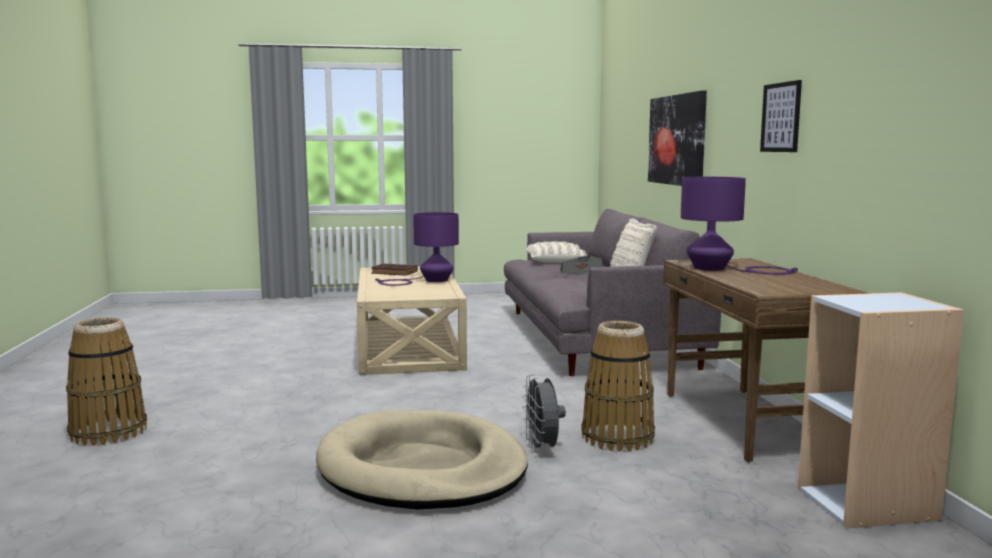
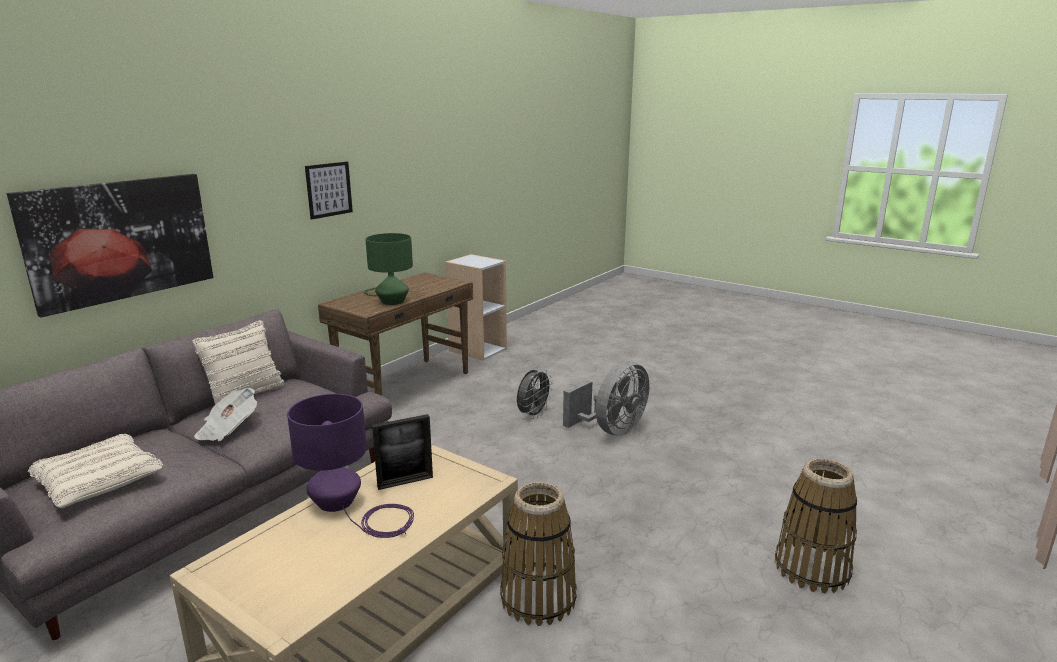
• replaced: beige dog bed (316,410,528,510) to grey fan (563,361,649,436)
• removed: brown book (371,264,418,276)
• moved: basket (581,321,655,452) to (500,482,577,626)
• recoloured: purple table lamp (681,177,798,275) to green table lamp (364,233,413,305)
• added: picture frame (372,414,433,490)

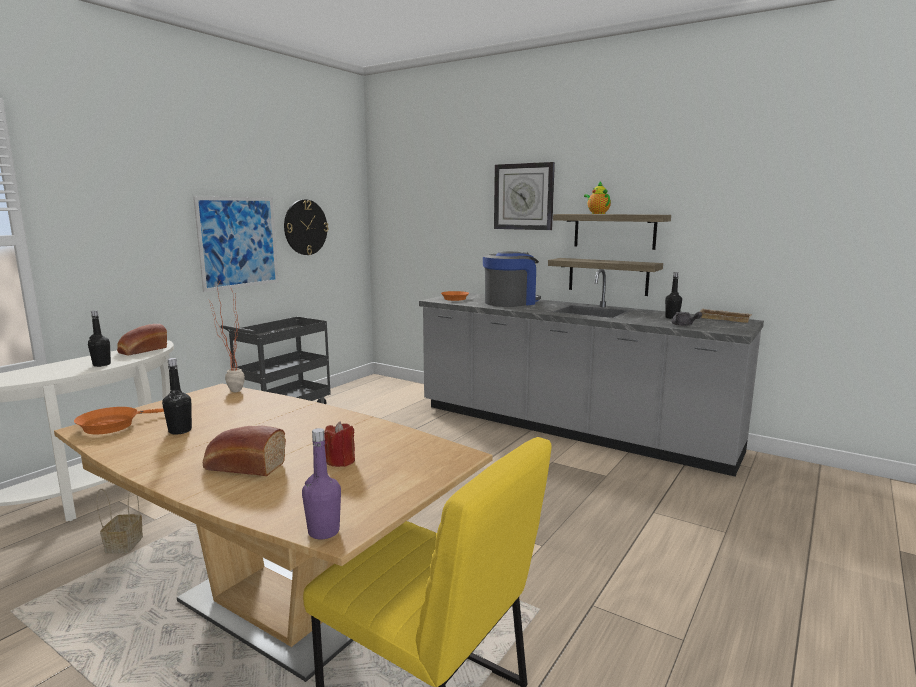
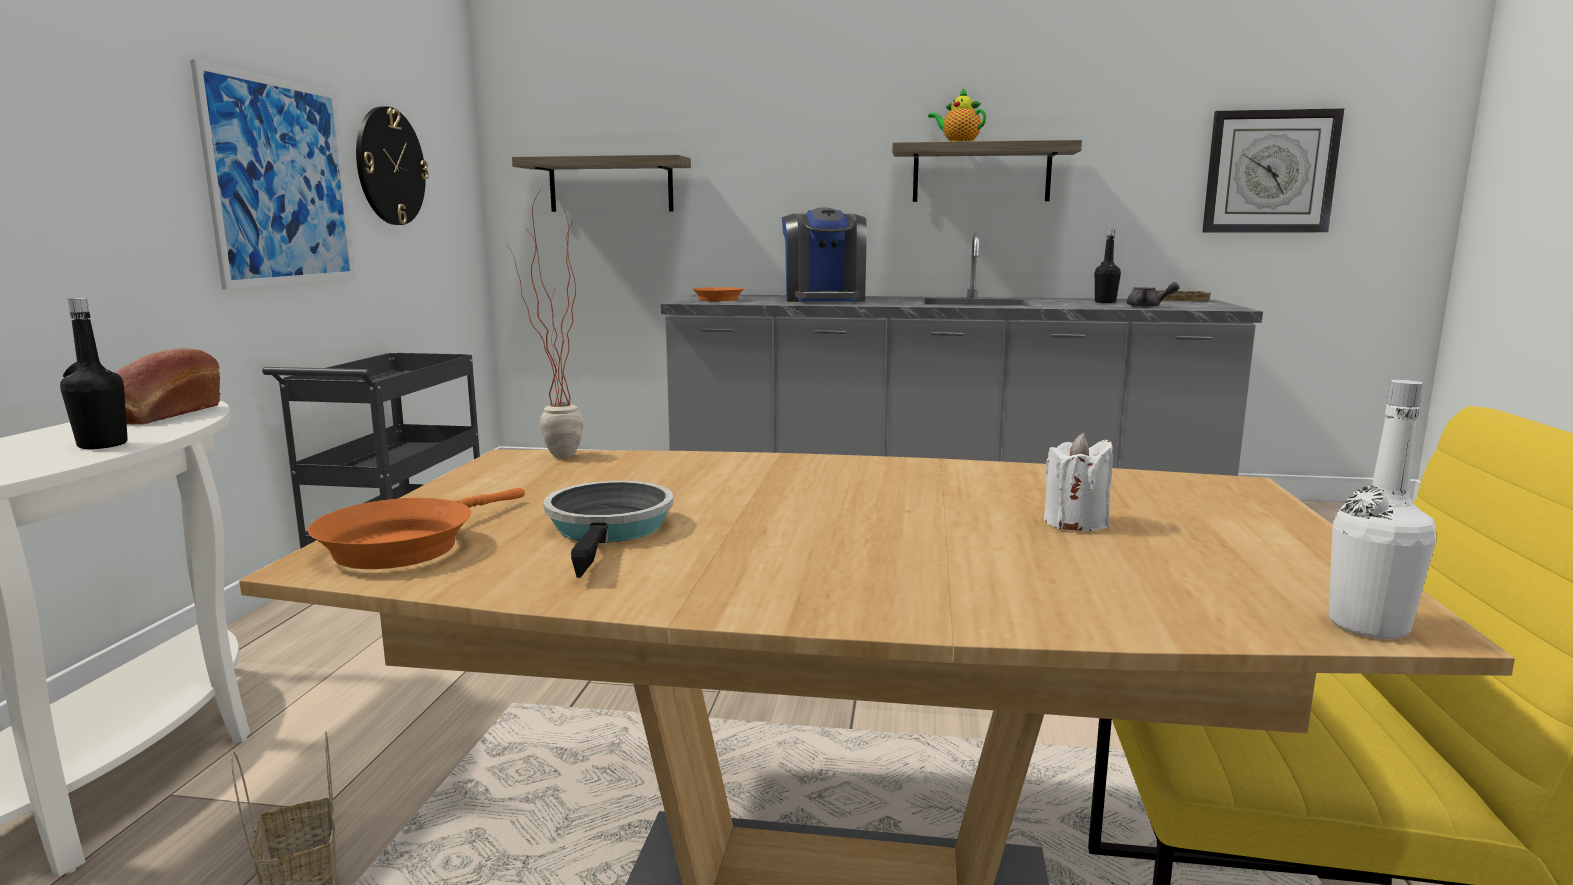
• replaced: black bottle (162,358,192,435) to frying pan (543,481,673,578)
• removed: bread (203,426,286,476)
• recoloured: purple bottle (302,428,341,539) to white bottle (1329,380,1436,639)
• recoloured: red candle (324,421,355,467) to white candle (1044,433,1113,531)
• turned: coffee machine (483,251,541,307) = (782,208,867,302) 150 degrees clockwise
• moved: wall clock (494,162,555,230) to (1202,109,1344,233)
• moved: shelf (548,258,663,296) to (512,155,691,212)

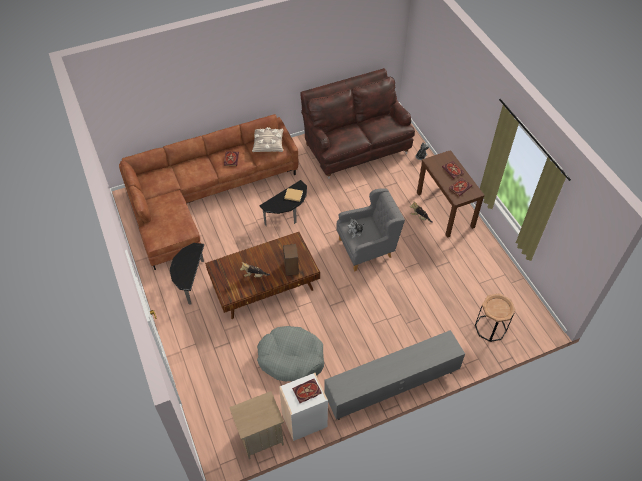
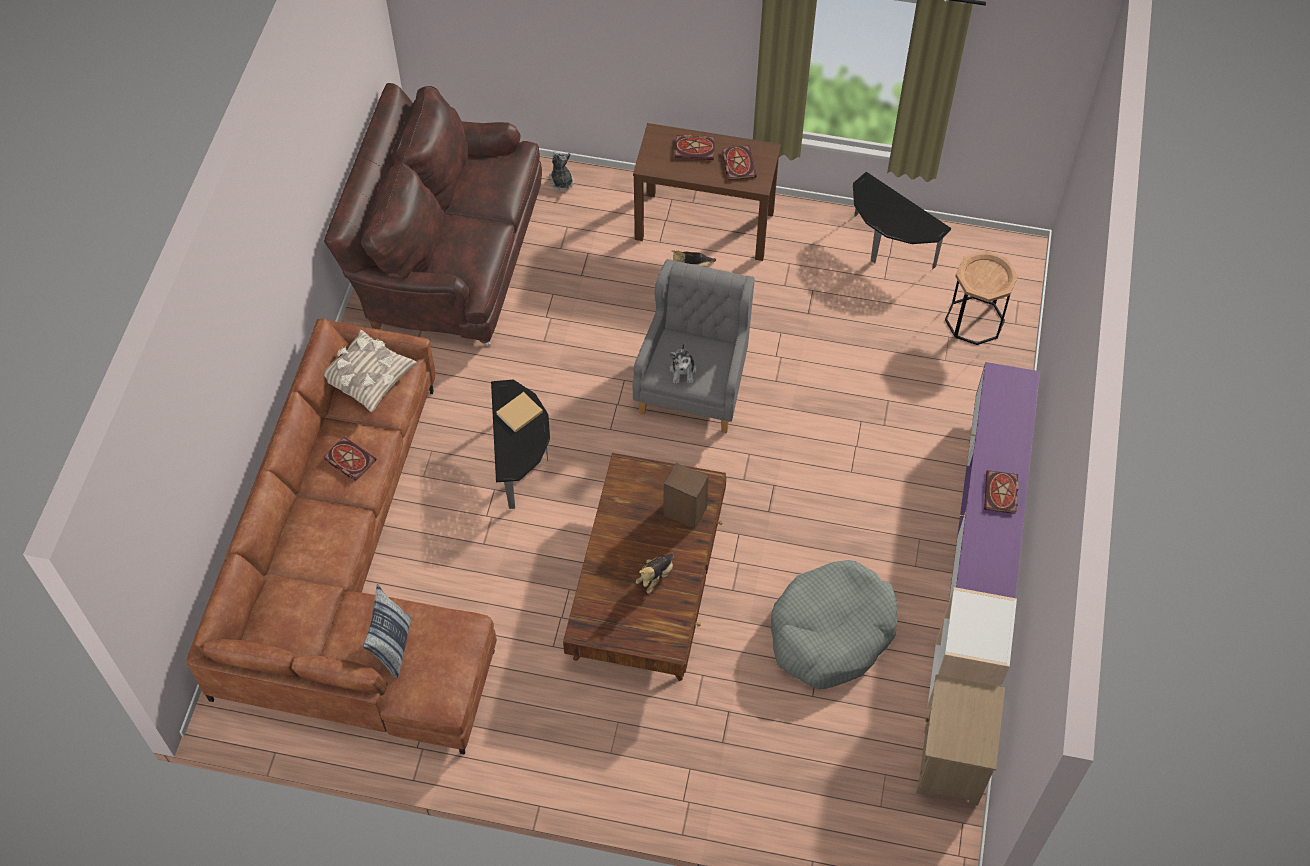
• moved: side table (170,243,204,305) to (853,172,951,270)
• moved: book (292,379,322,403) to (984,470,1019,514)
• recoloured: grey tv stand (324,330,465,420) to purple tv stand (949,362,1040,600)
• added: pillow (363,584,411,678)

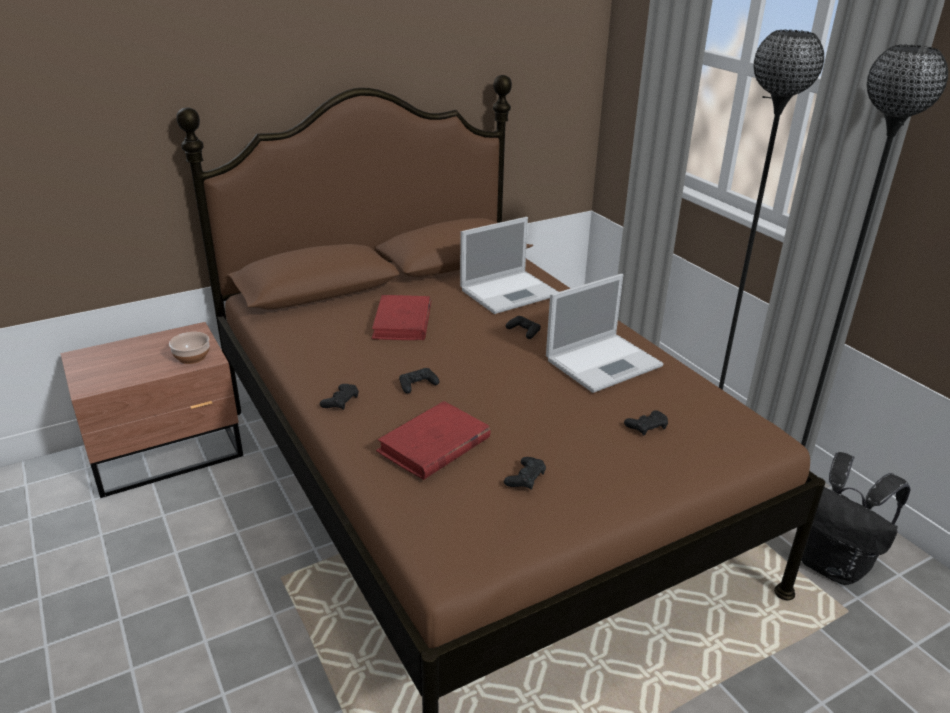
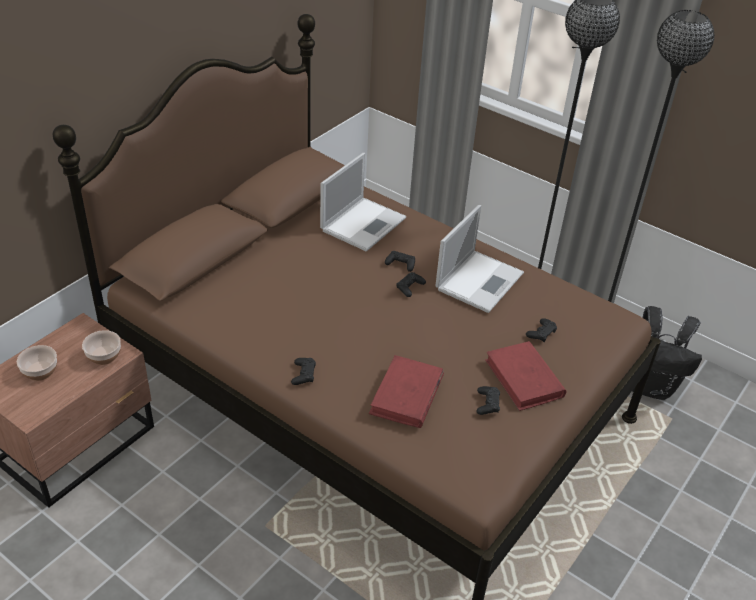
• moved: red book (372,295,431,340) to (485,341,566,411)
• moved: black game controller (399,368,439,394) to (396,272,426,297)
• added: bowl (17,345,57,381)

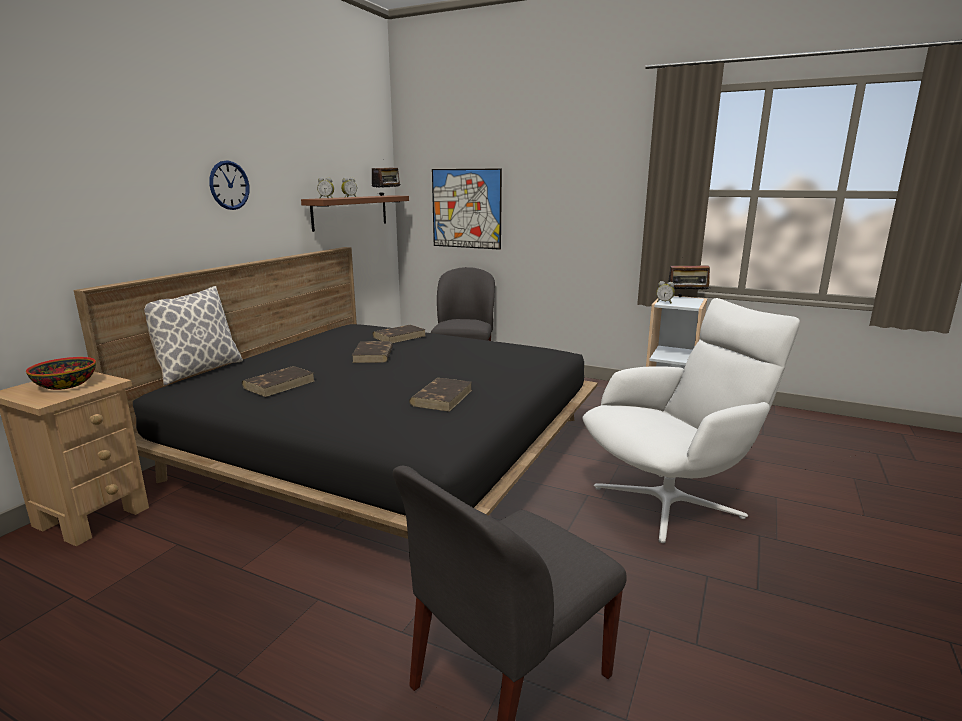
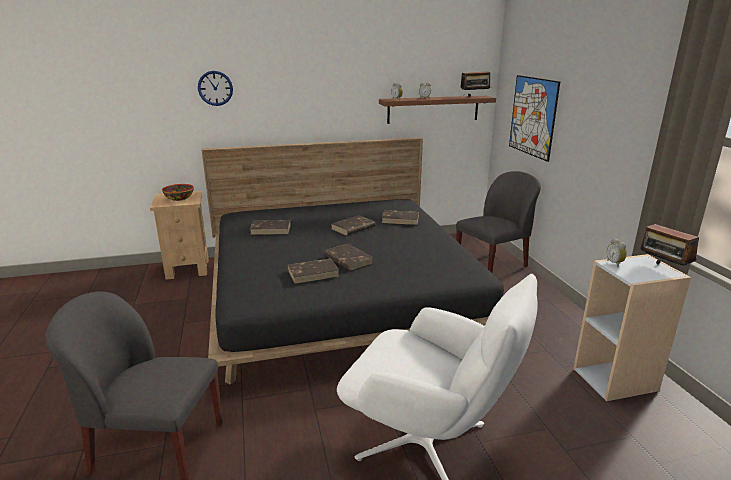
• removed: pillow (144,286,243,386)
• moved: wall clock (209,160,249,210) to (198,71,233,106)
• added: brown book (324,244,373,271)

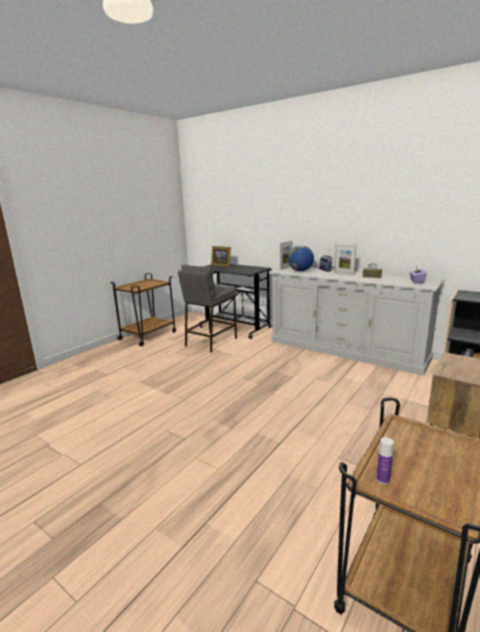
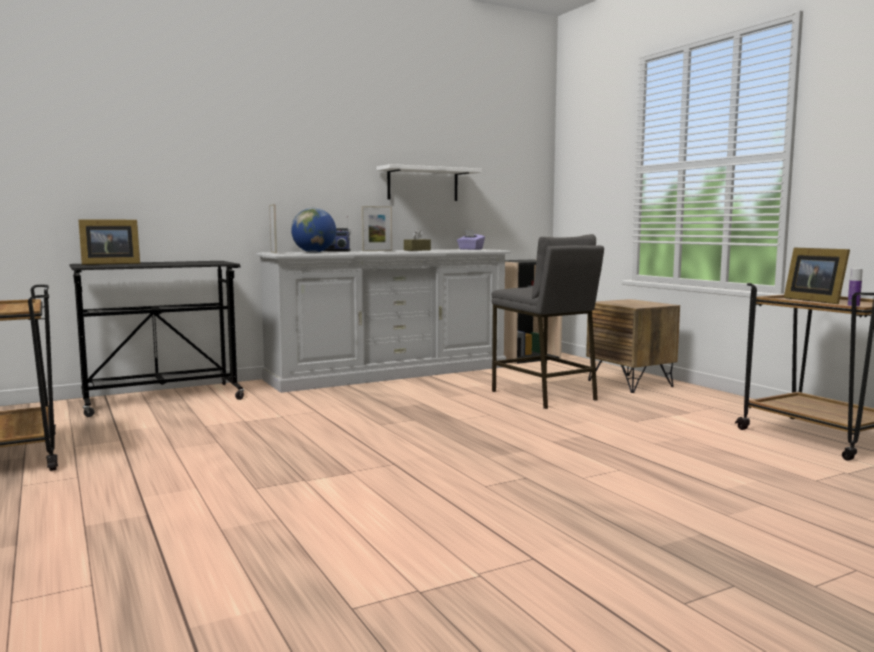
• moved: grey stool (178,265,237,352) to (491,234,604,409)
• added: white shelf (376,164,482,201)
• added: picture frame (784,248,850,304)

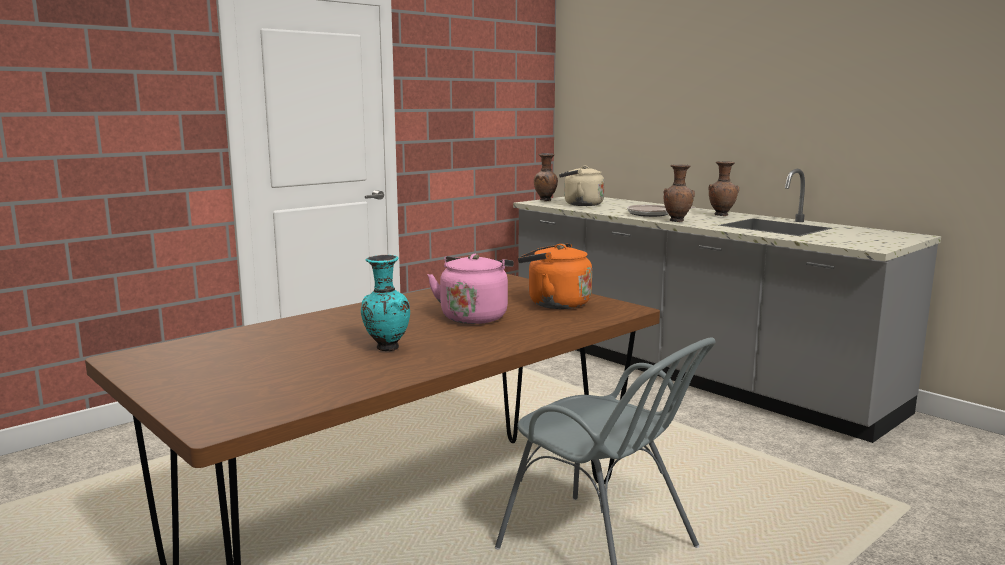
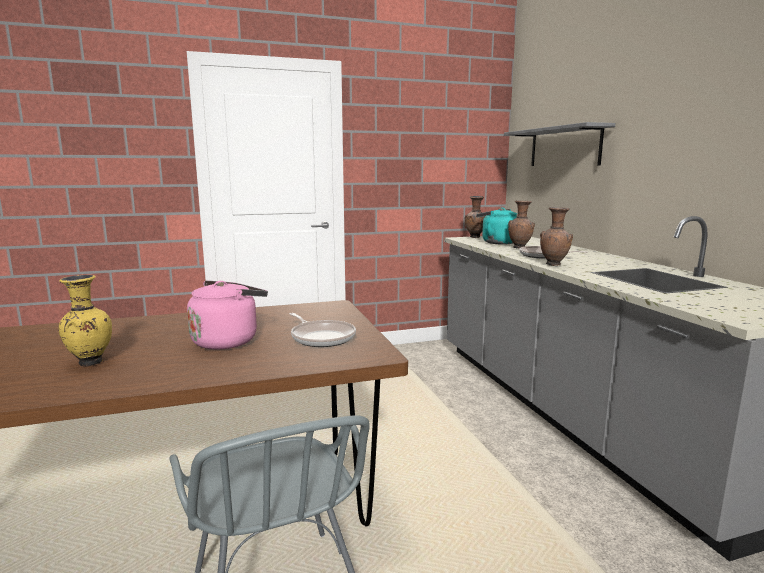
• recoloured: turquoise vase (361,255,410,351) to yellow vase (58,275,112,367)
• replaced: orange kettle (518,243,592,309) to frying pan (289,313,356,347)
• recoloured: beige kettle (559,166,605,206) to turquoise kettle (476,207,517,245)
• moved: brown vase (709,161,739,216) to (508,200,535,249)
• added: grey shelf (504,122,615,166)

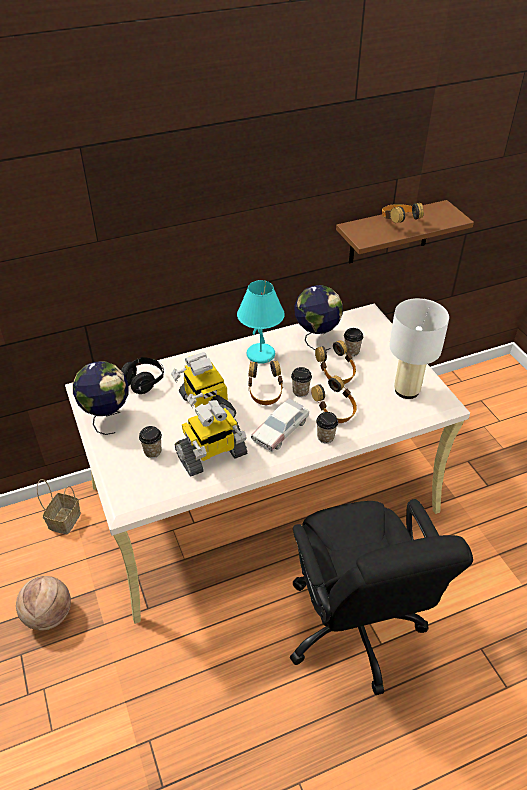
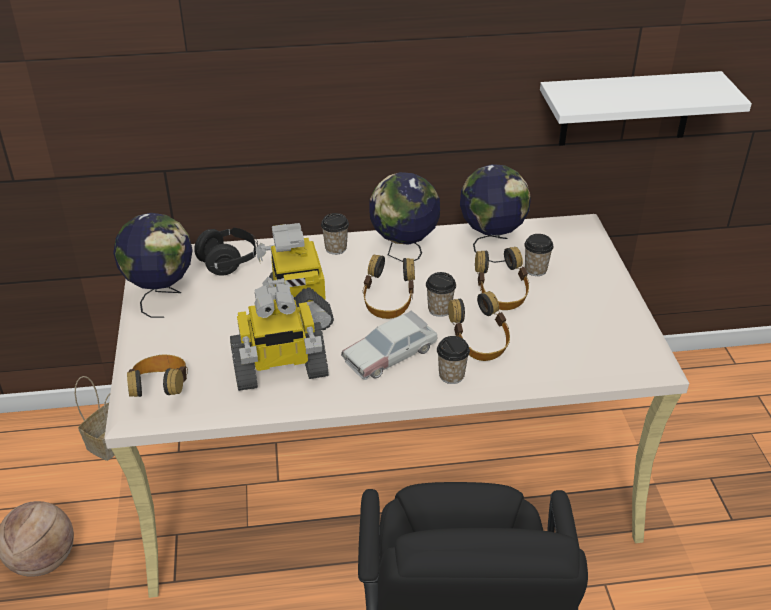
• moved: cup (139,426,162,458) to (321,213,349,255)
• replaced: turquoise table lamp (237,280,285,364) to globe (369,172,440,262)
• recoloured: brown shelf (336,200,474,264) to white shelf (540,71,752,146)
• moved: headphones (382,203,424,223) to (127,355,188,397)
• removed: white table lamp (389,298,449,399)

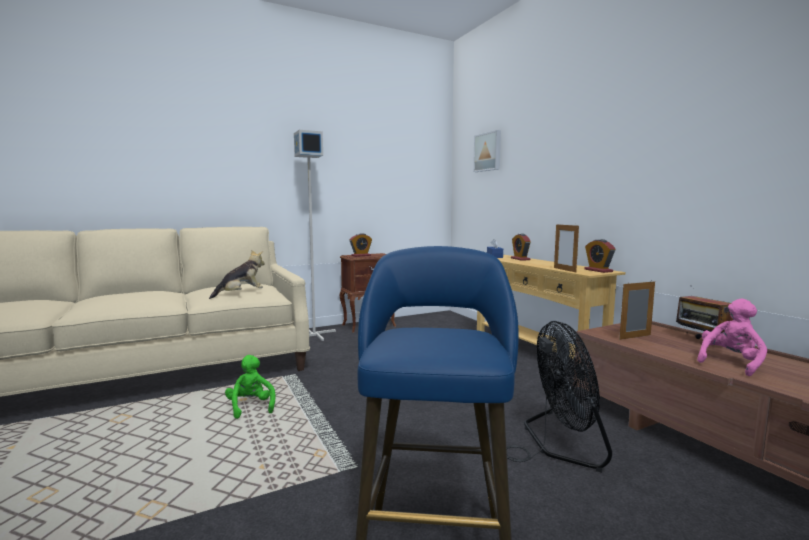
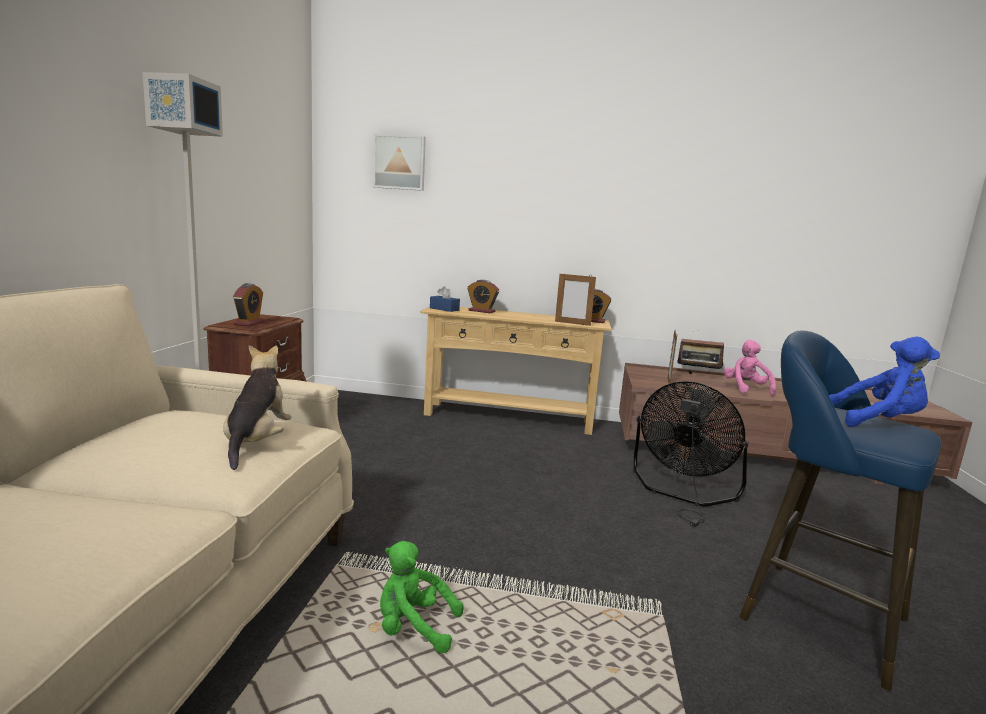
• added: blue plush toy (829,337,940,427)

